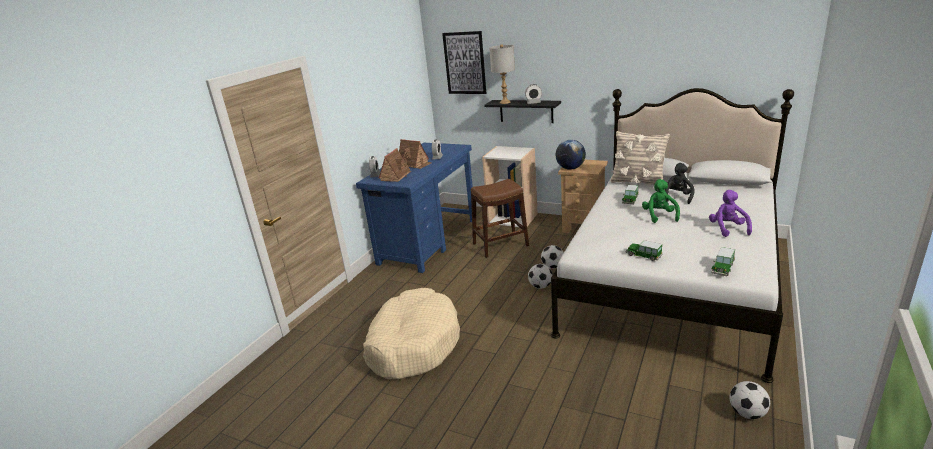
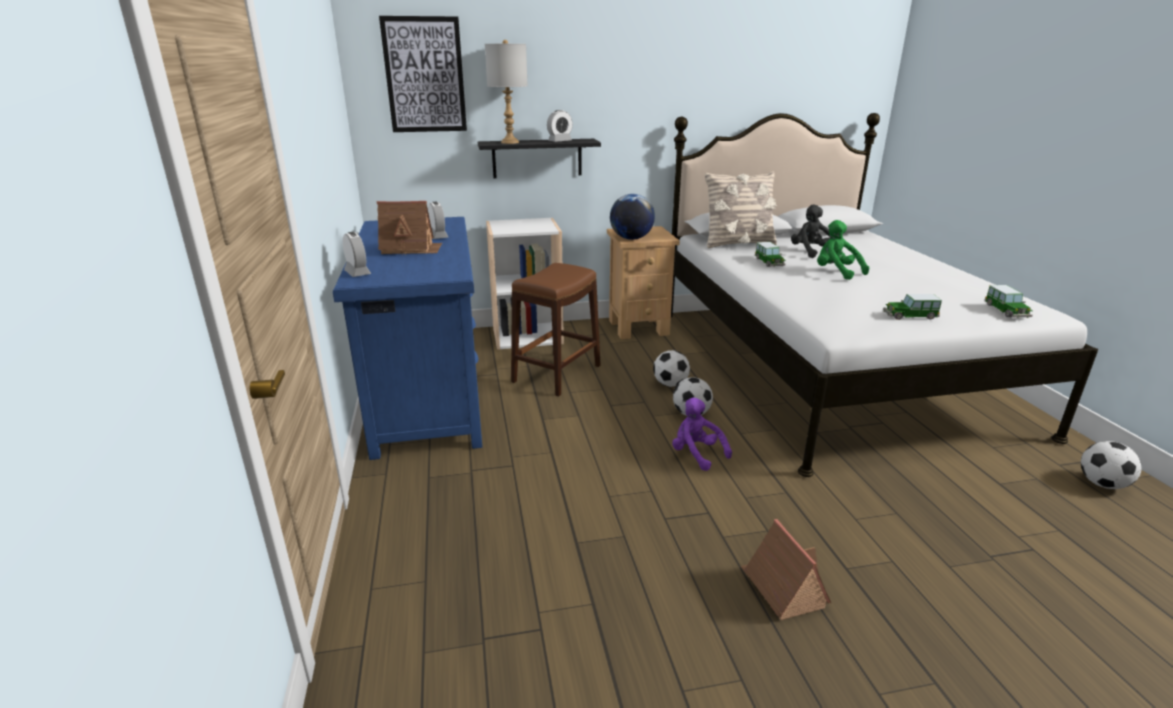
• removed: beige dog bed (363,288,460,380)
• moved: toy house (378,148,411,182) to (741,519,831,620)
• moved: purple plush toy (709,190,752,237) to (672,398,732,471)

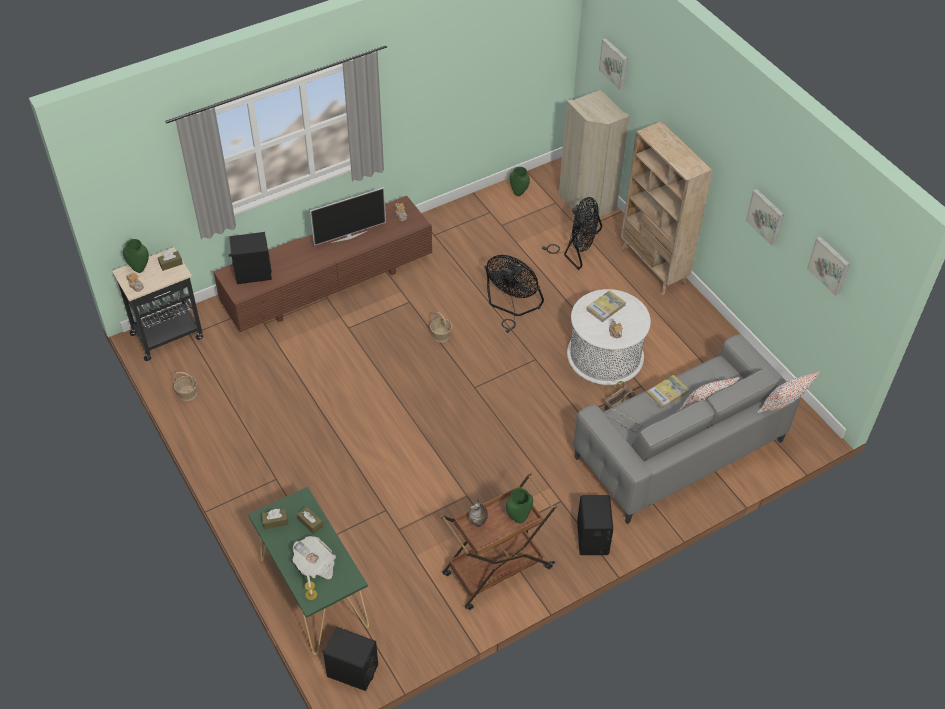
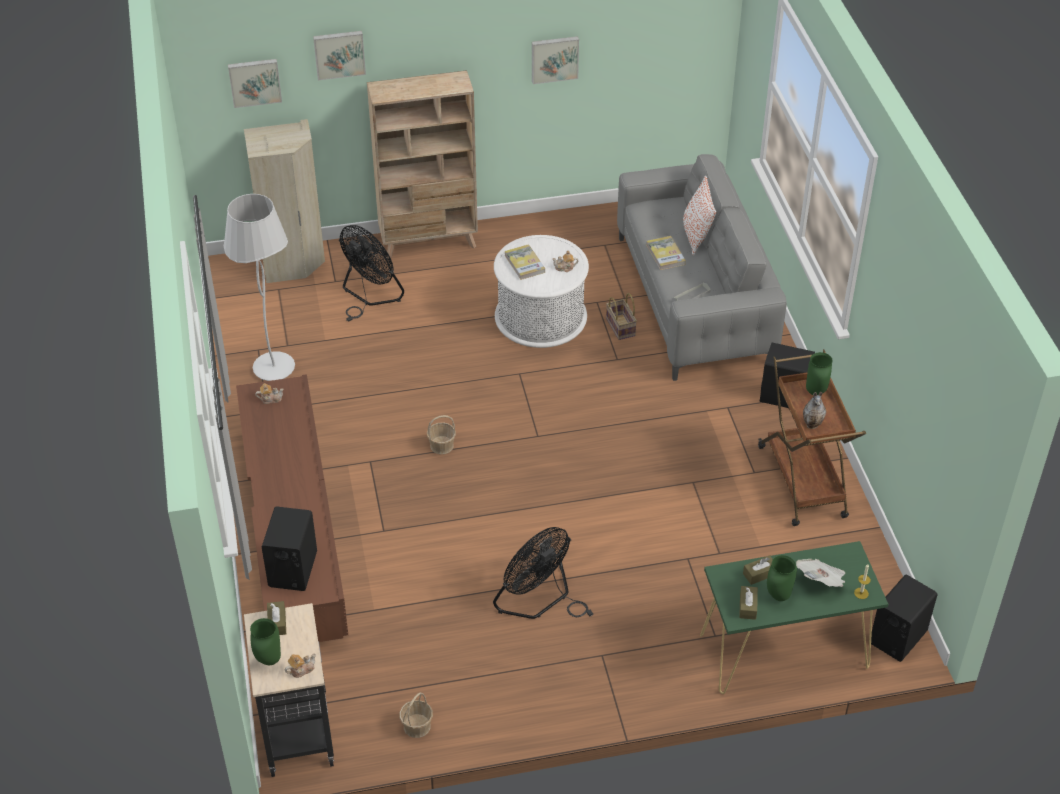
• removed: television (310,187,386,246)
• moved: black fan (484,255,544,333) to (493,527,593,619)
• moved: green vase (509,167,530,196) to (767,555,797,601)
• removed: white pillow (758,371,820,413)
• moved: picture (807,236,850,296) to (313,31,366,80)
• added: white floor lamp (224,194,295,381)

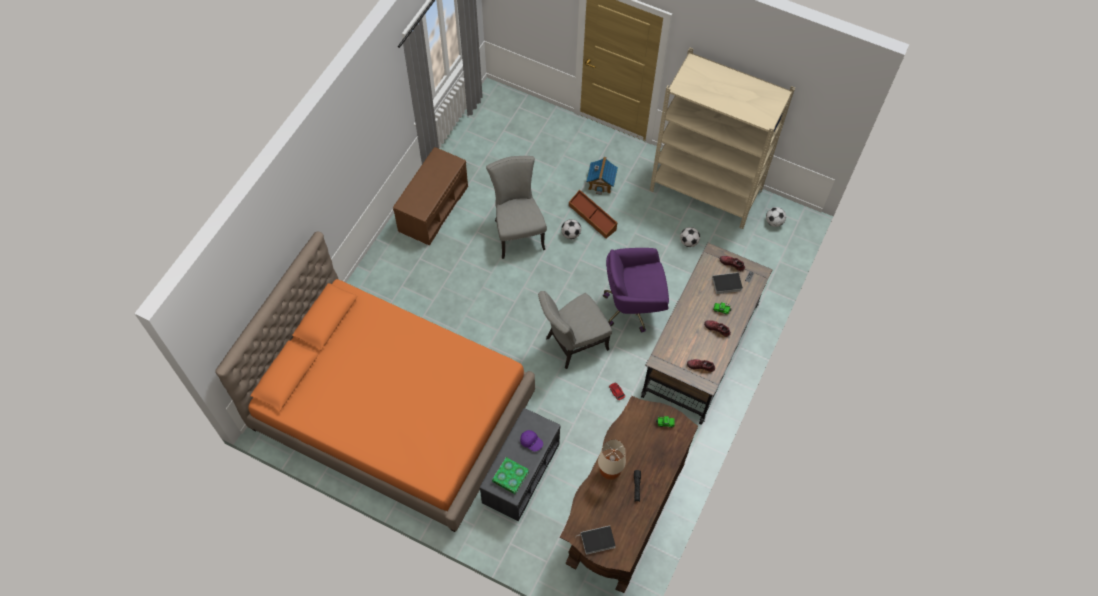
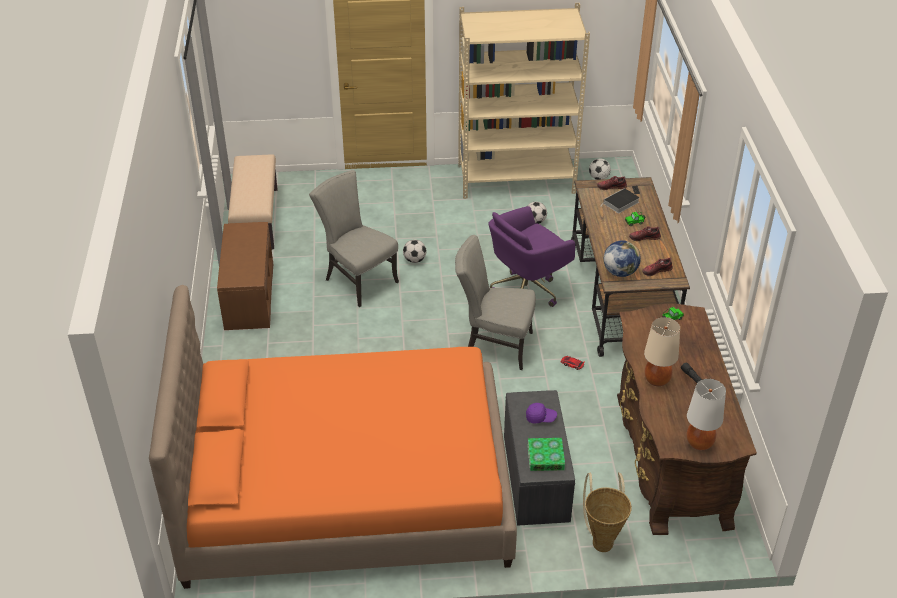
• turned: grey chair (538,291,612,369) = (455,235,536,370) 75 degrees clockwise
• removed: brown storage box (569,190,617,238)
• replaced: book (575,525,616,555) to white table lamp (686,379,726,450)
• removed: toy house (586,157,618,195)
• added: beige bench (228,154,278,249)
• added: basket (583,472,632,552)
• added: globe (604,240,641,277)

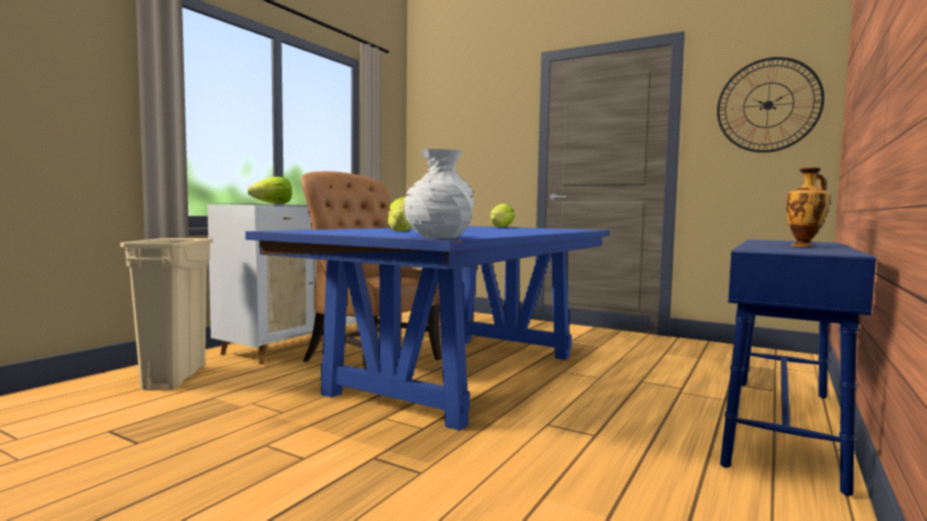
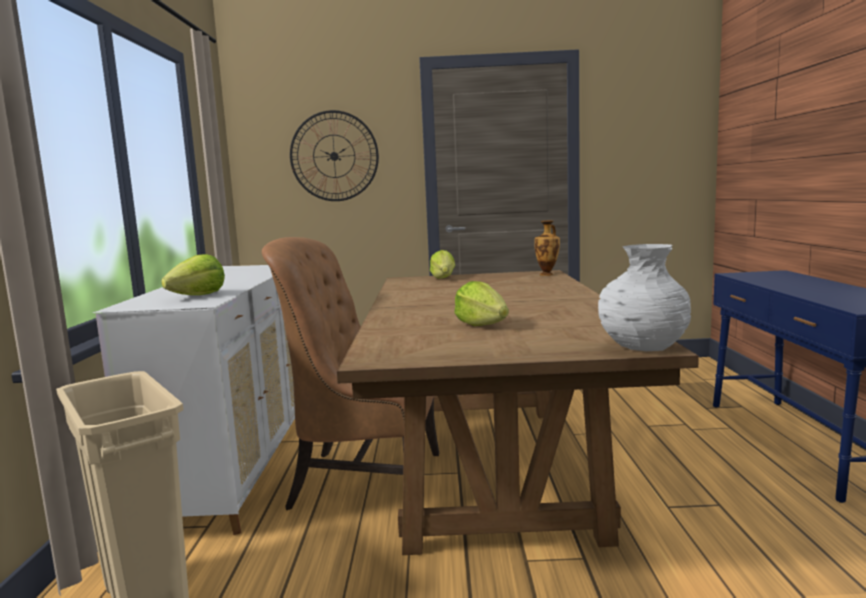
• recoloured: blue dining table (245,226,610,431) to brown dining table (337,270,699,555)
• moved: wall clock (717,57,824,153) to (290,110,379,201)
• moved: vase (786,167,830,247) to (535,220,560,276)

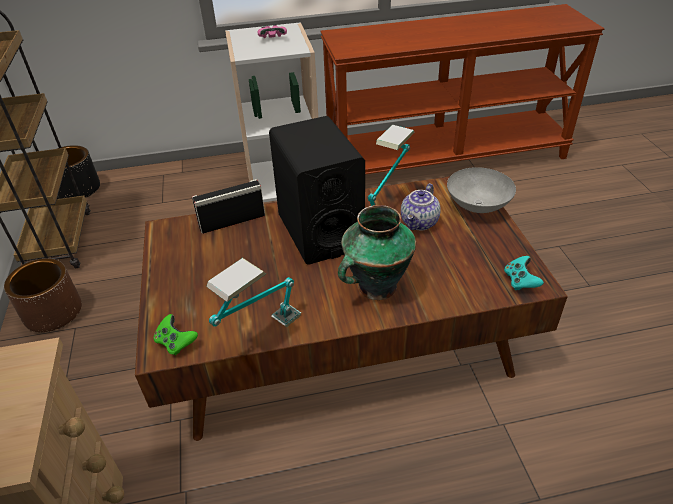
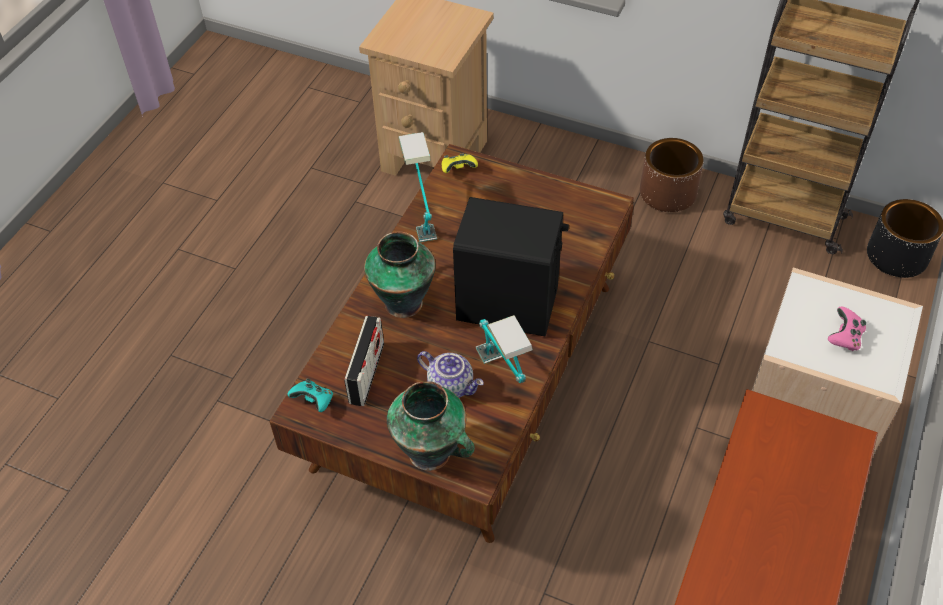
• recoloured: green game controller (154,314,198,356) to yellow game controller (442,154,478,173)
• moved: radio (192,179,265,234) to (344,316,384,406)
• turned: teapot (401,183,441,231) = (417,351,484,398) 150 degrees clockwise
• replaced: grey bowl (447,167,516,213) to vase (387,381,475,471)

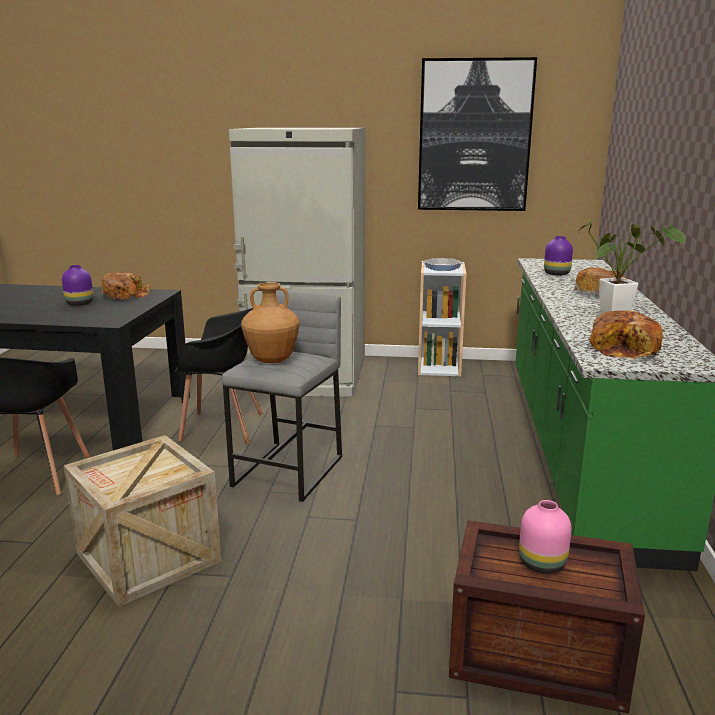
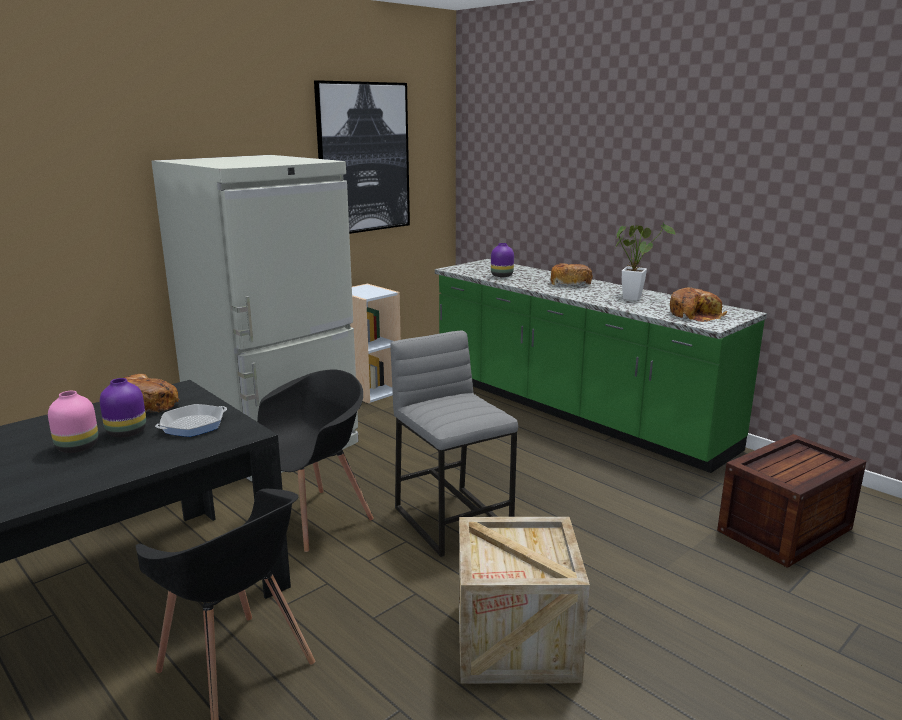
• removed: brown vase (241,282,300,363)
• moved: frying pan (421,258,464,271) to (155,404,227,437)
• moved: pink vase (519,500,572,574) to (48,391,98,453)

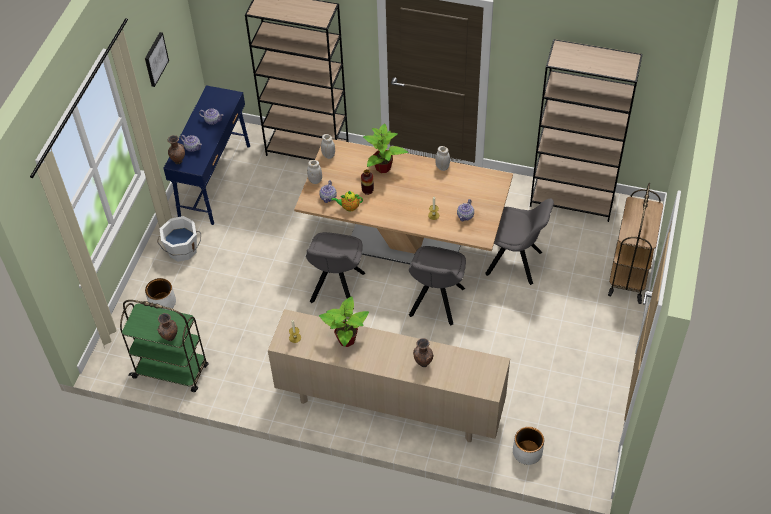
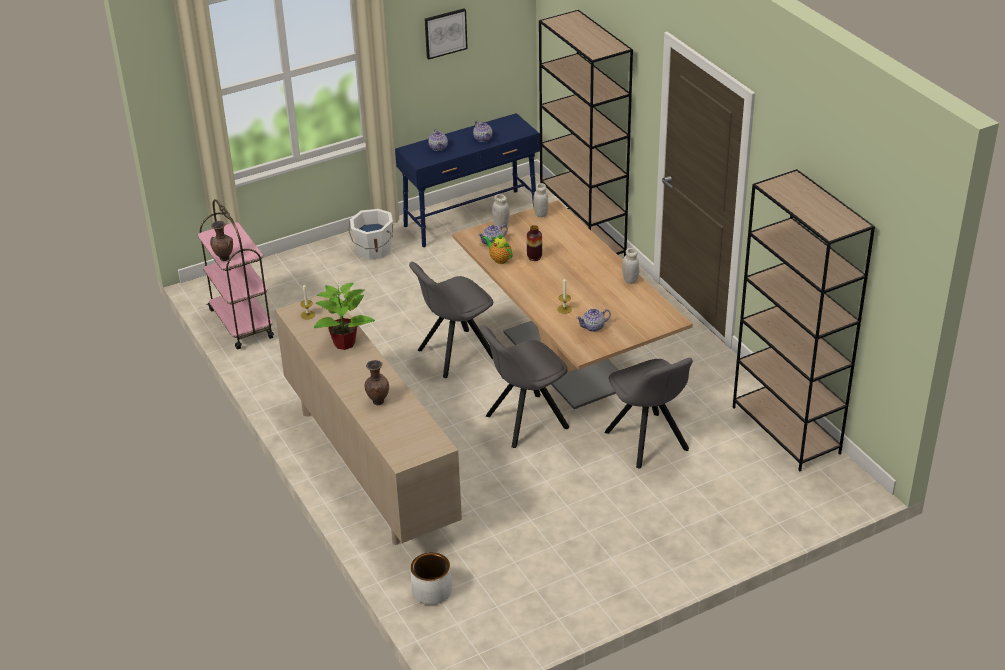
• recoloured: green cart (120,300,209,392) to pink cart (198,199,274,350)
• removed: white planter (145,278,176,310)
• removed: brown vase (168,135,185,164)
• removed: potted plant (363,123,408,173)
• removed: brown cart (608,183,663,304)

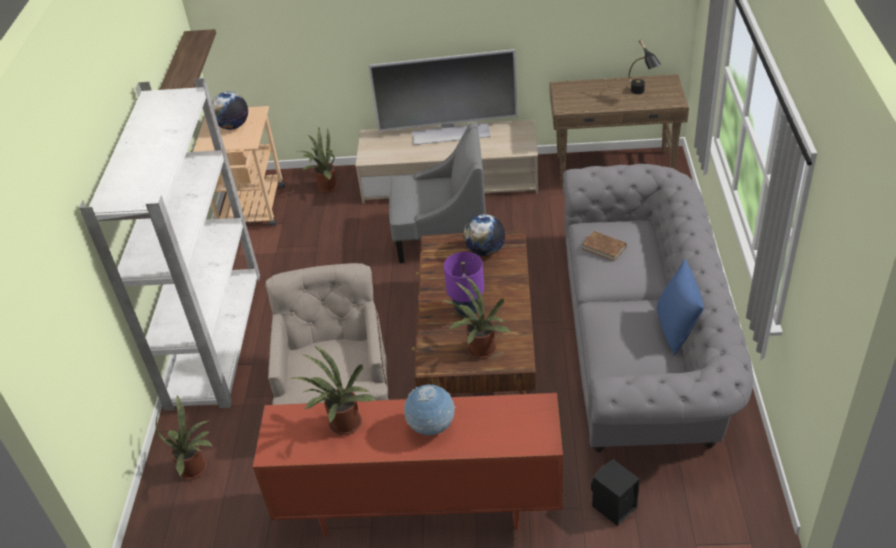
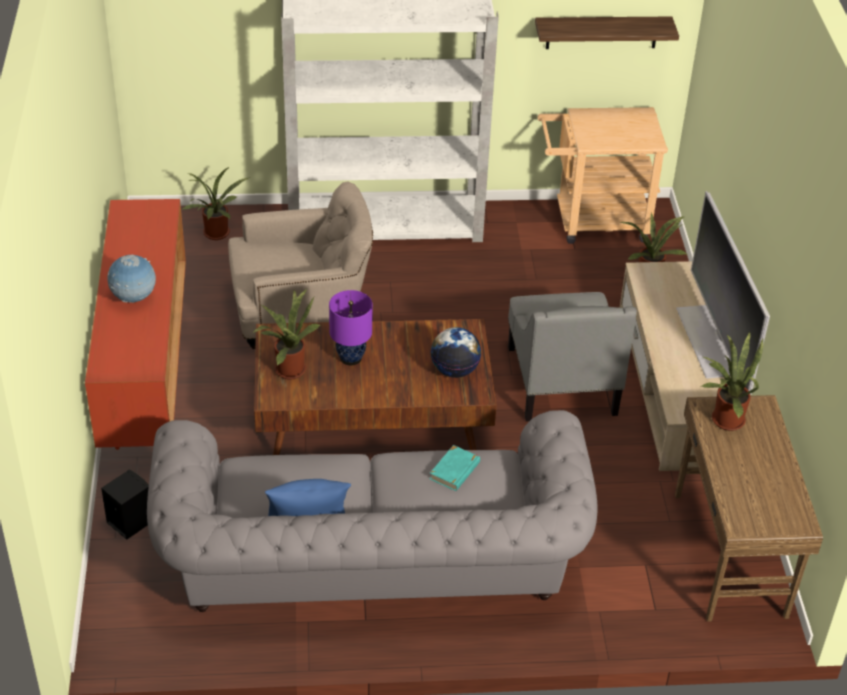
• removed: globe (212,92,248,130)
• moved: potted plant (290,346,376,435) to (700,332,763,431)
• recoloured: brown book (582,231,627,261) to turquoise book (430,445,480,491)
• removed: black table lamp (629,40,661,94)

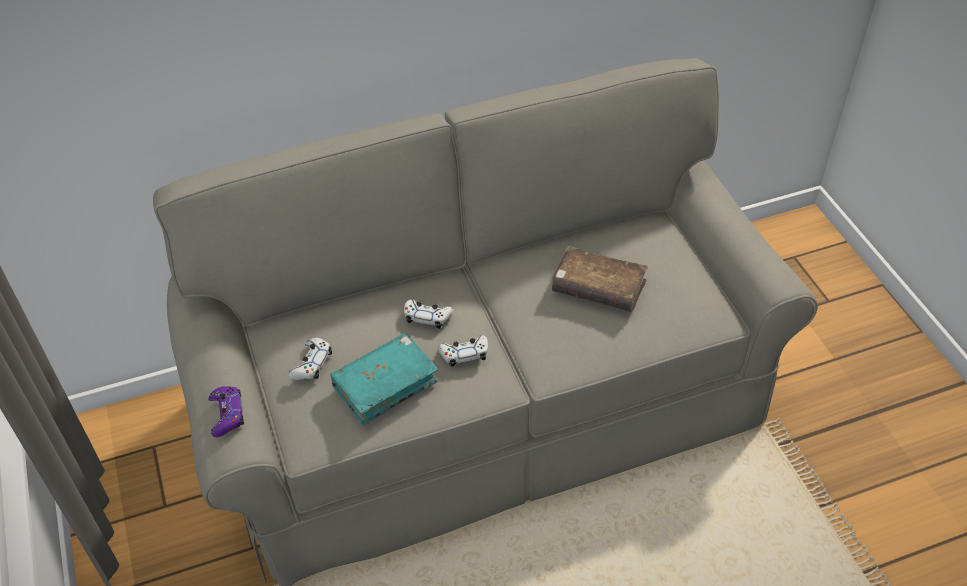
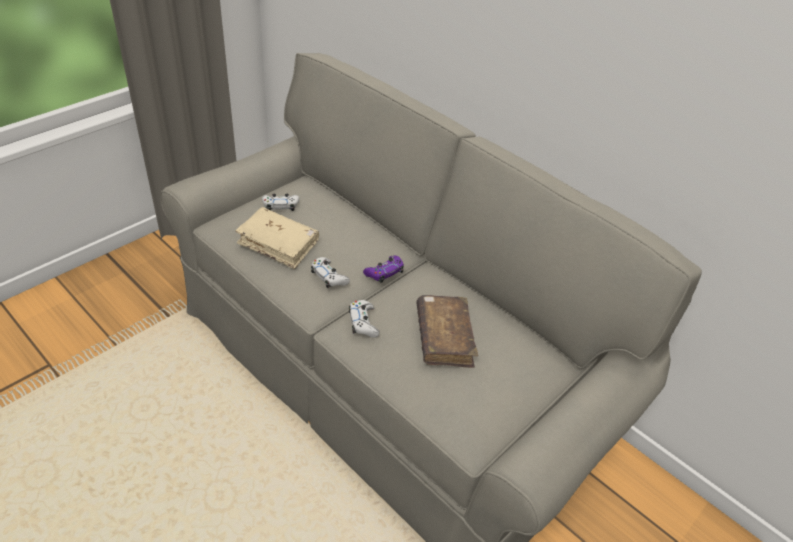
• moved: purple game controller (208,386,244,437) to (363,256,404,283)
• recoloured: turquoise book (330,333,438,426) to beige book (235,207,319,269)
• moved: white game controller (404,299,454,329) to (349,300,380,338)

